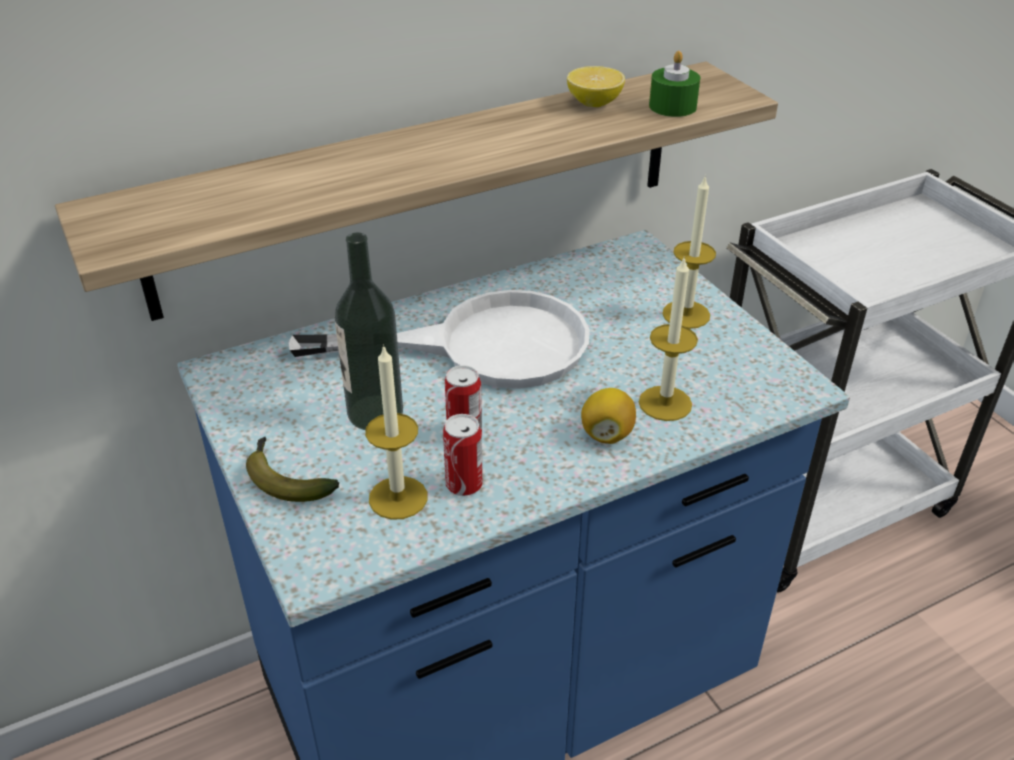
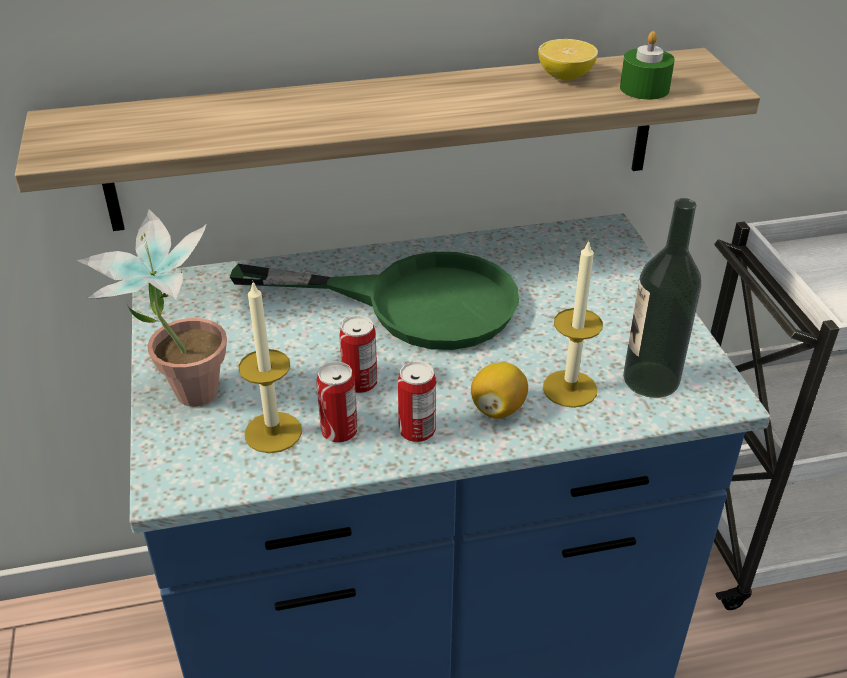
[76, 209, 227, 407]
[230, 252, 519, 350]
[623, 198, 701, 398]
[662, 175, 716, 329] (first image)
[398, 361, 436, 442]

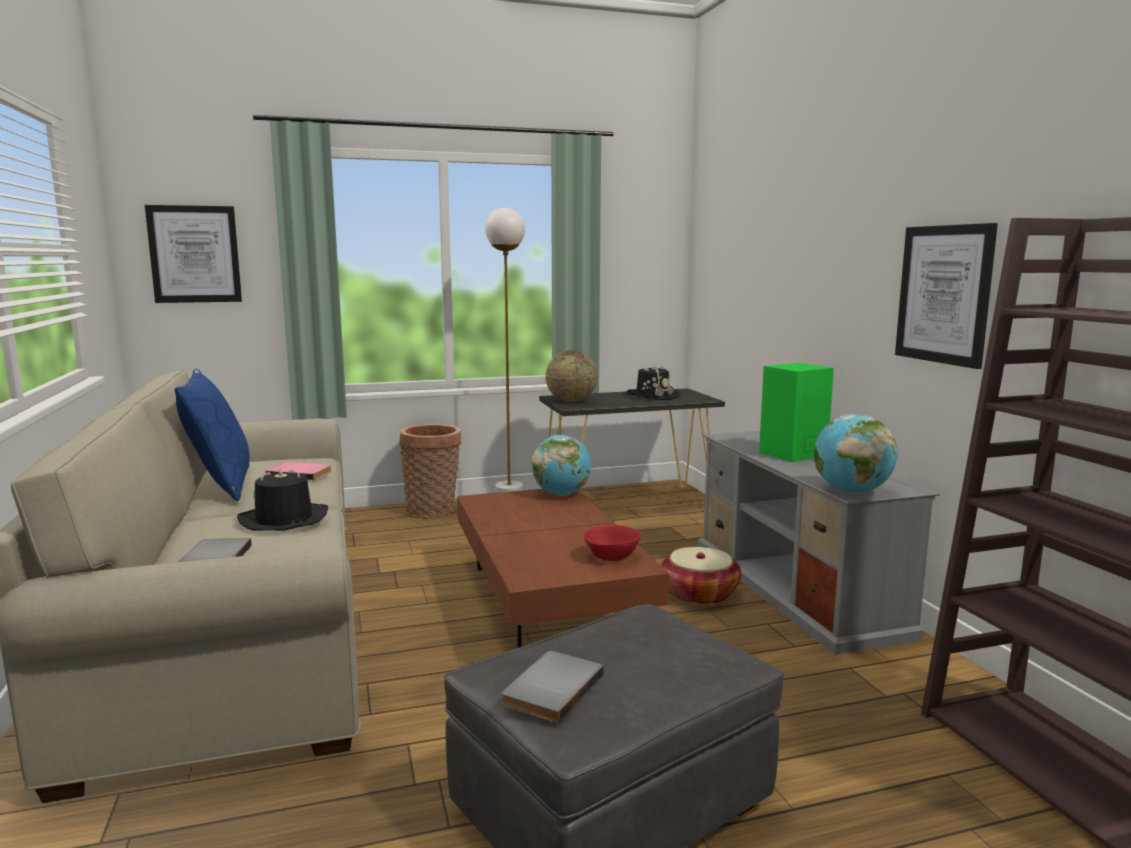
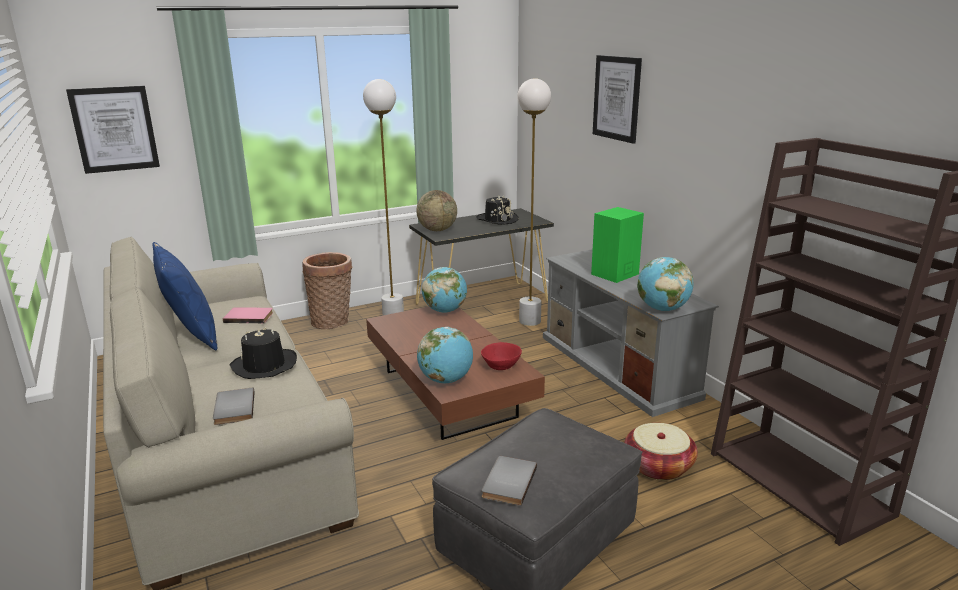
[624, 423, 698, 480]
[593, 55, 642, 144]
[417, 327, 473, 383]
[517, 78, 551, 326]

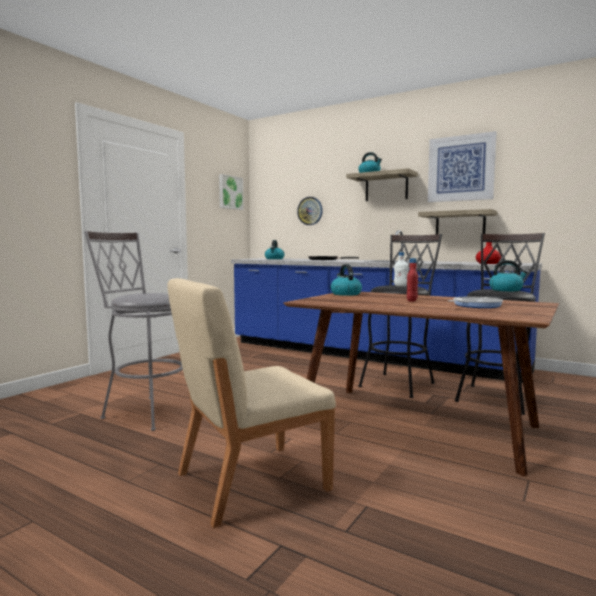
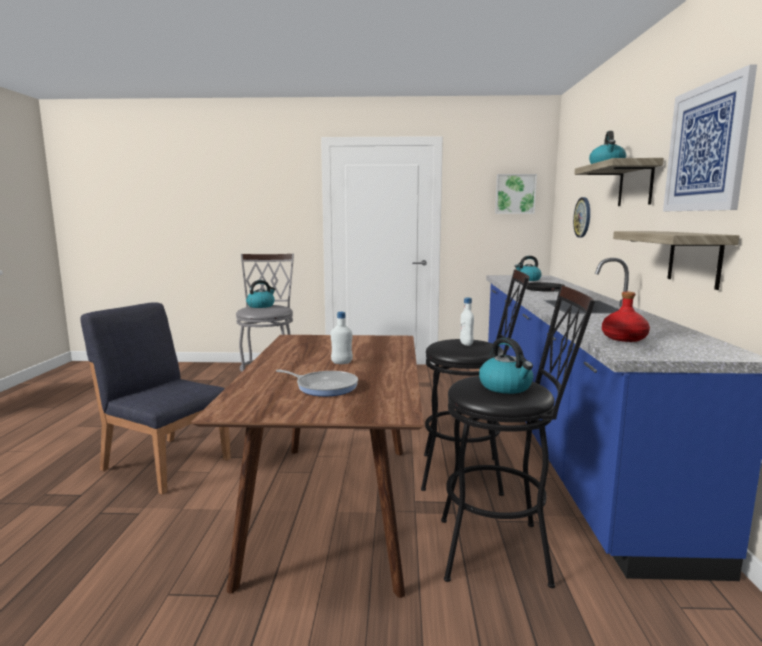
[80, 302, 231, 495]
[246, 280, 276, 308]
[331, 312, 353, 364]

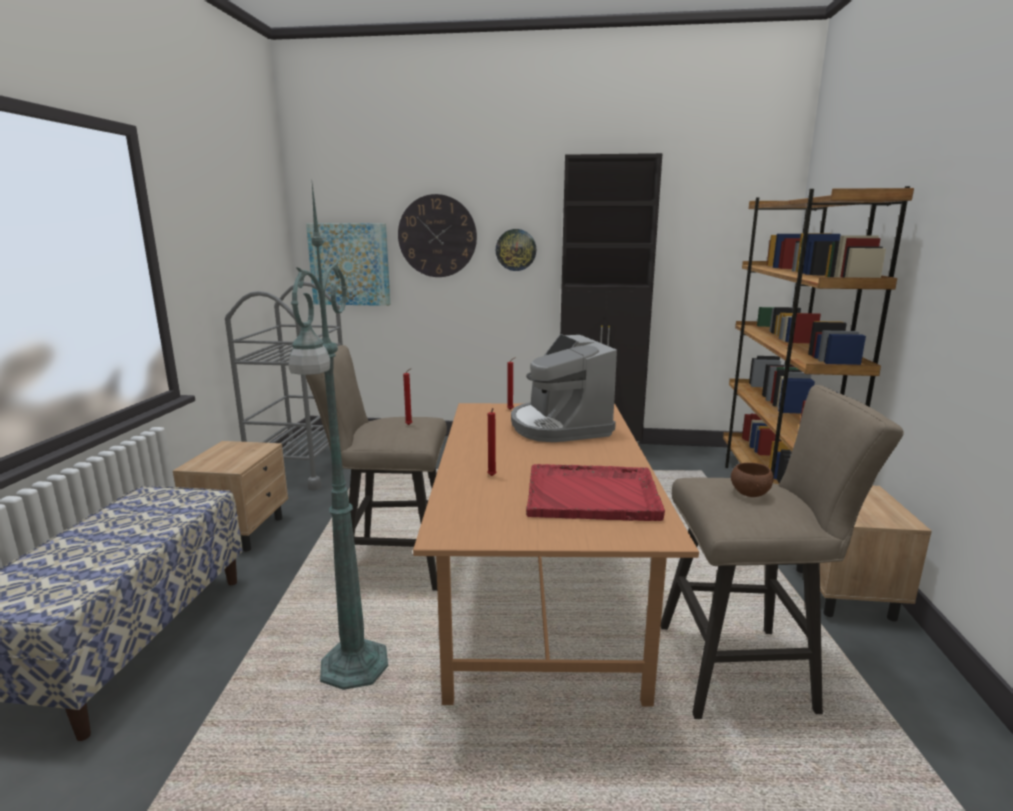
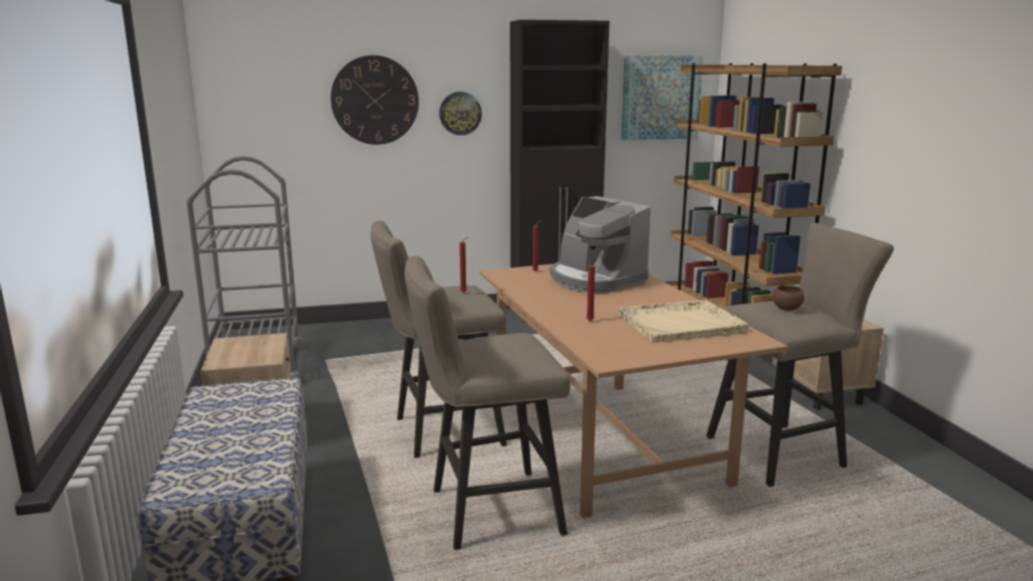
[405, 256, 571, 550]
[621, 55, 703, 140]
[618, 300, 749, 343]

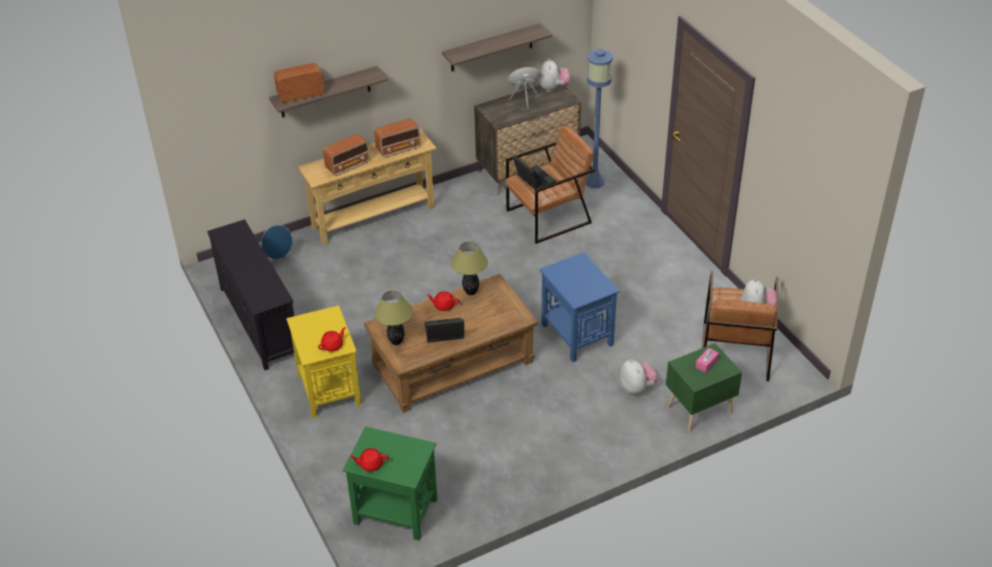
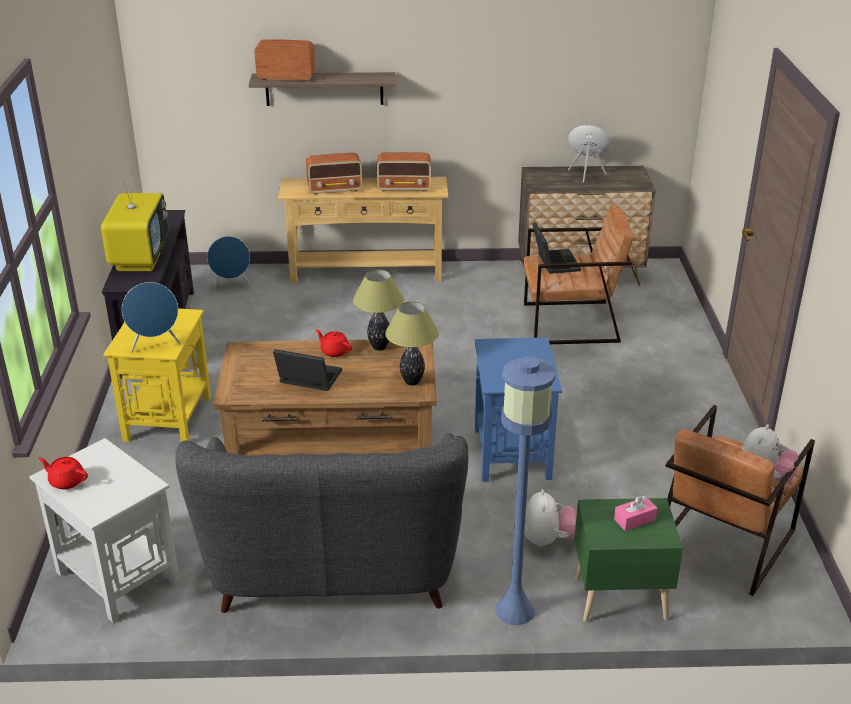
[122, 282, 181, 353]
[29, 438, 180, 623]
[385, 301, 439, 386]
[442, 23, 552, 71] (first image)
[539, 59, 570, 92] (first image)
[495, 357, 555, 625]
[101, 169, 168, 271]
[175, 433, 468, 613]

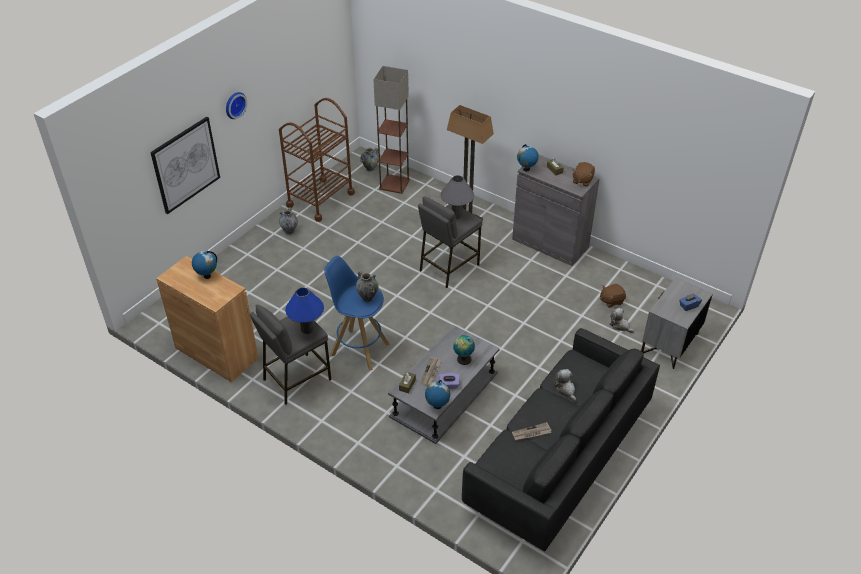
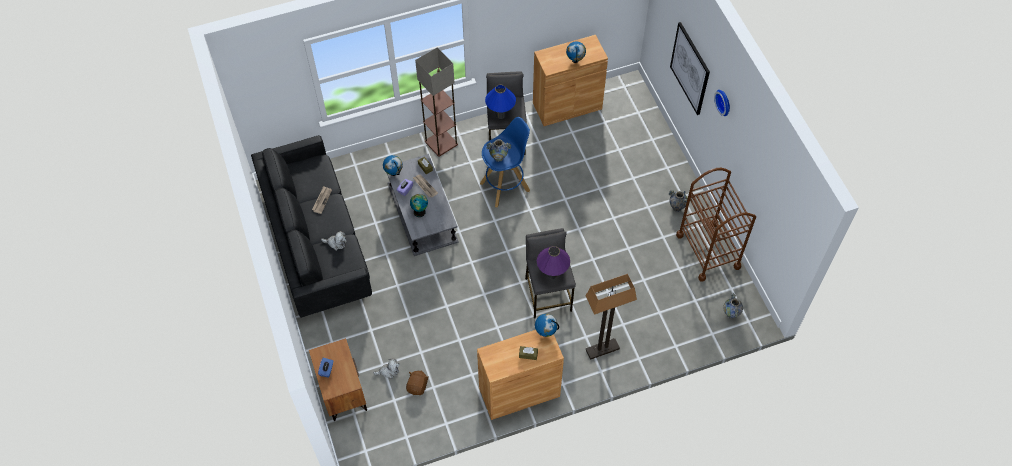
[415, 47, 458, 157]
[537, 246, 570, 279]
[477, 330, 564, 420]
[572, 162, 595, 187] (first image)
[309, 338, 367, 421]

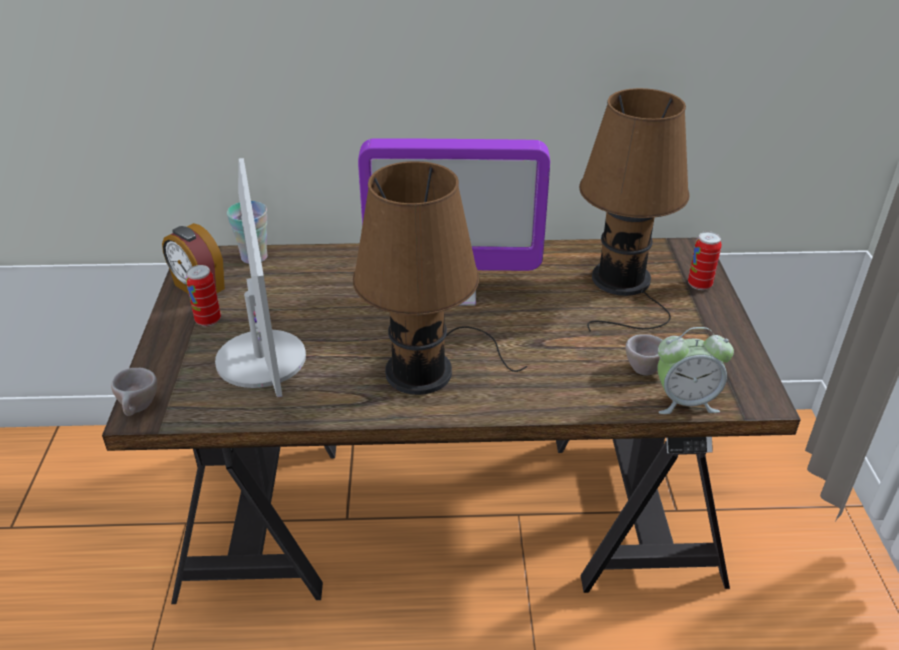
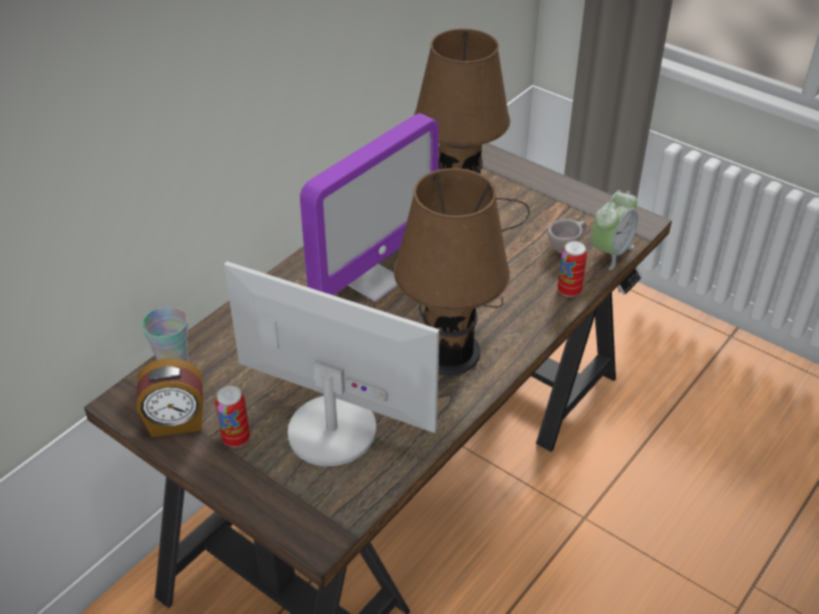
[111, 368, 157, 416] (first image)
[558, 241, 587, 297]

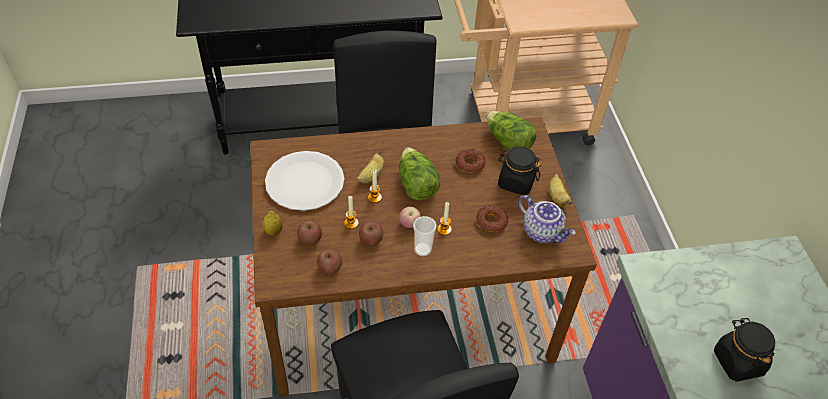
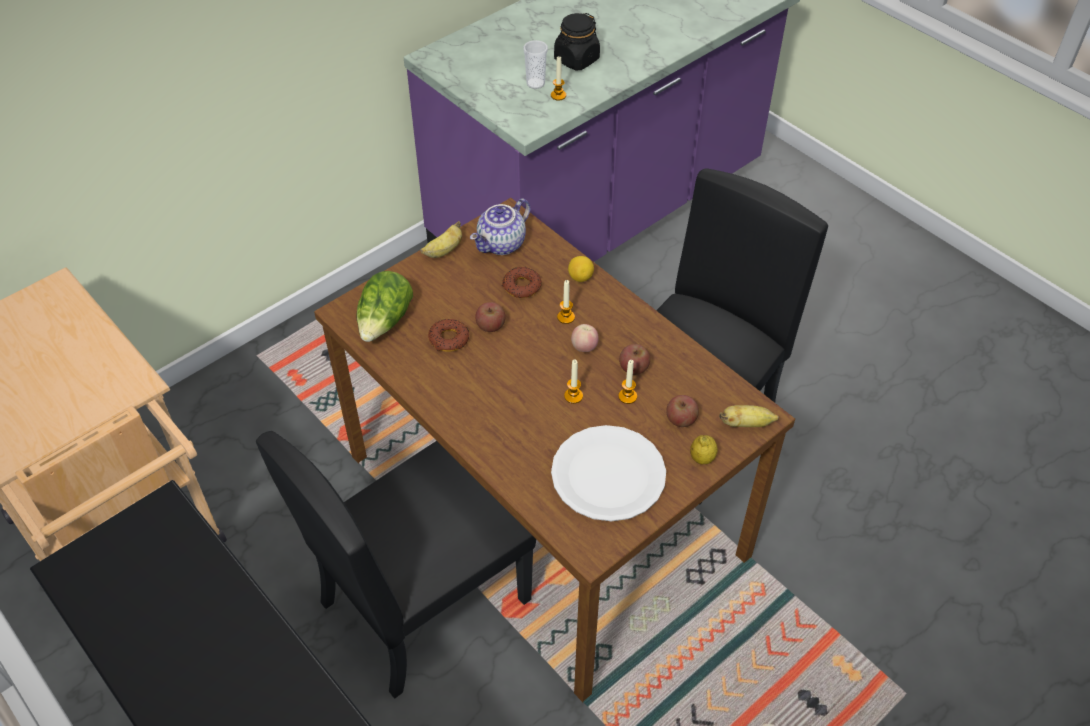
[475, 302, 505, 332]
[719, 405, 779, 427]
[399, 147, 440, 200] (first image)
[523, 40, 548, 89]
[498, 146, 541, 195] (first image)
[470, 198, 530, 255]
[551, 56, 566, 100]
[568, 256, 594, 282]

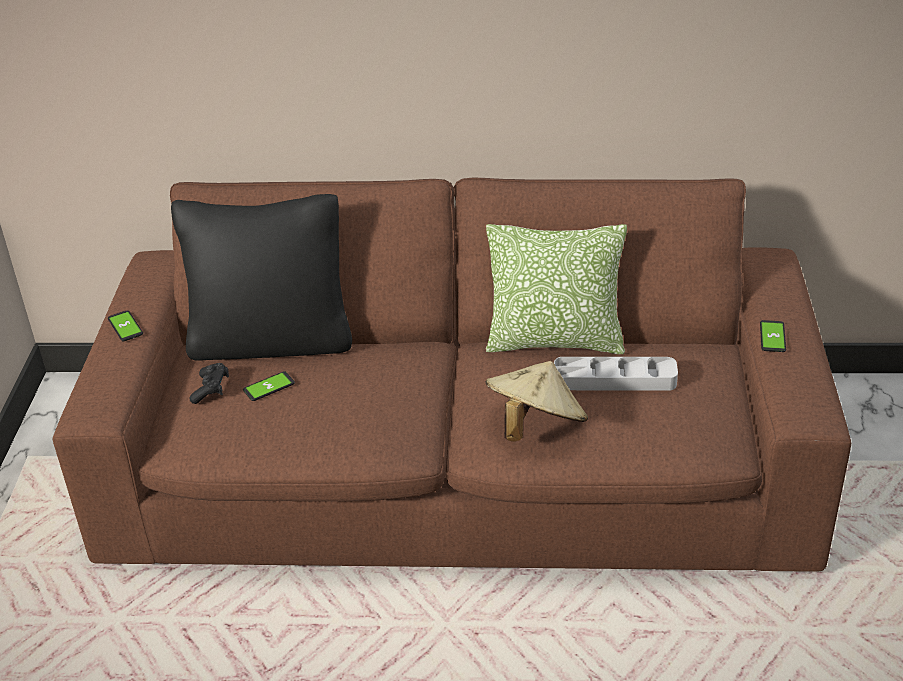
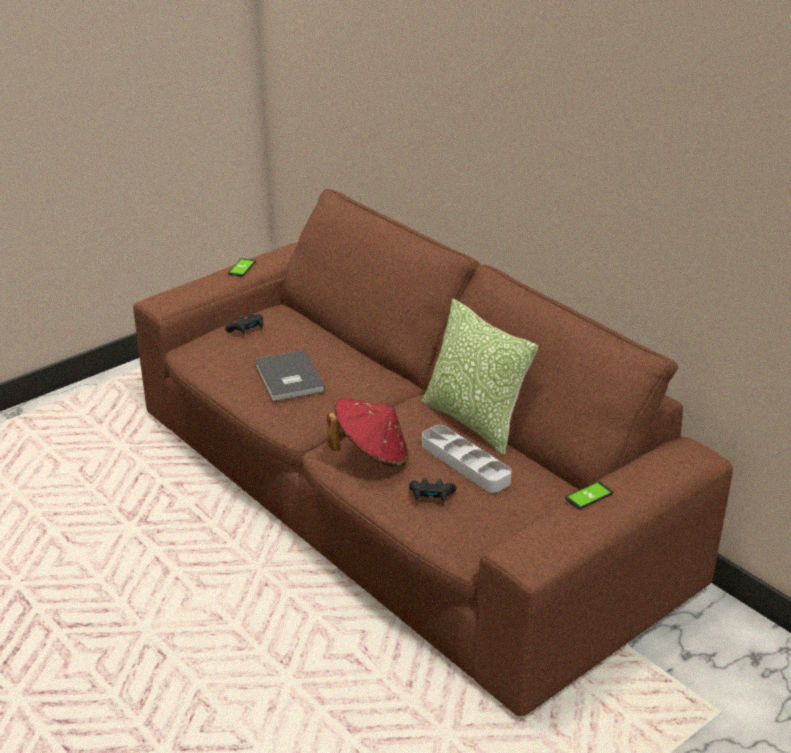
[171, 194, 352, 361] (first image)
[243, 371, 295, 401] (first image)
[327, 398, 409, 467]
[255, 350, 325, 402]
[409, 478, 456, 503]

